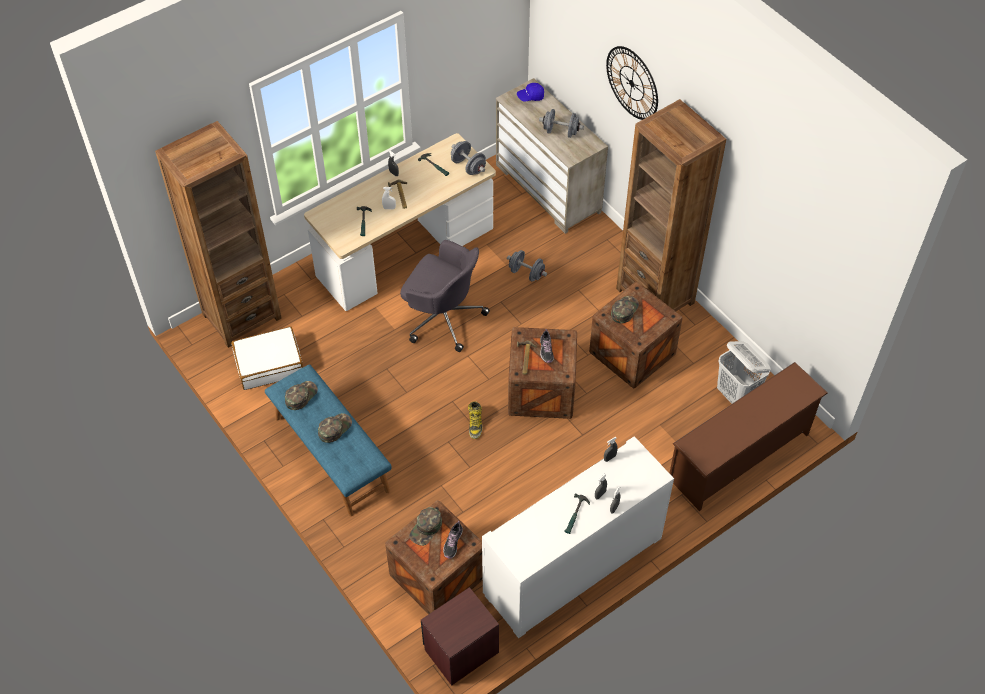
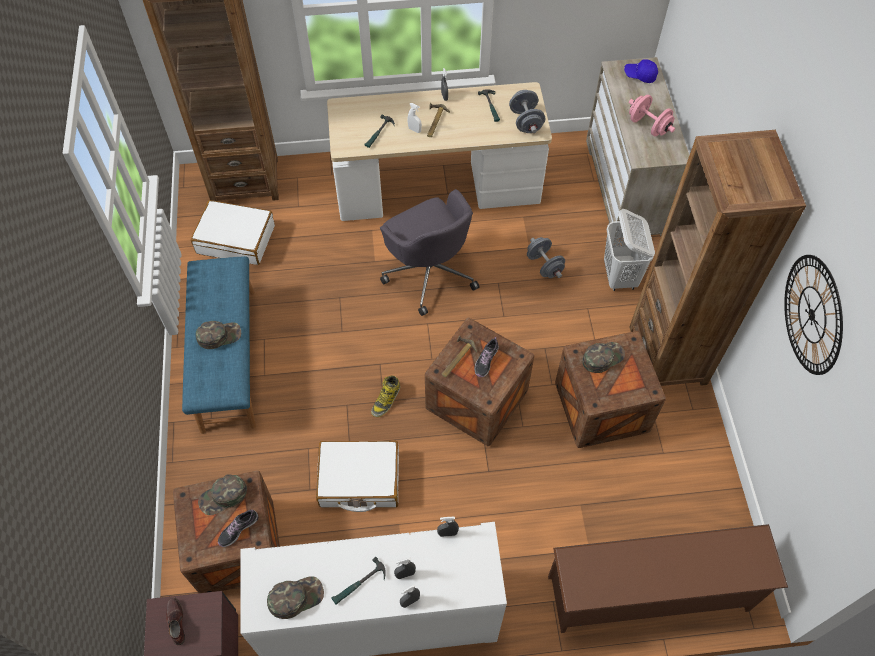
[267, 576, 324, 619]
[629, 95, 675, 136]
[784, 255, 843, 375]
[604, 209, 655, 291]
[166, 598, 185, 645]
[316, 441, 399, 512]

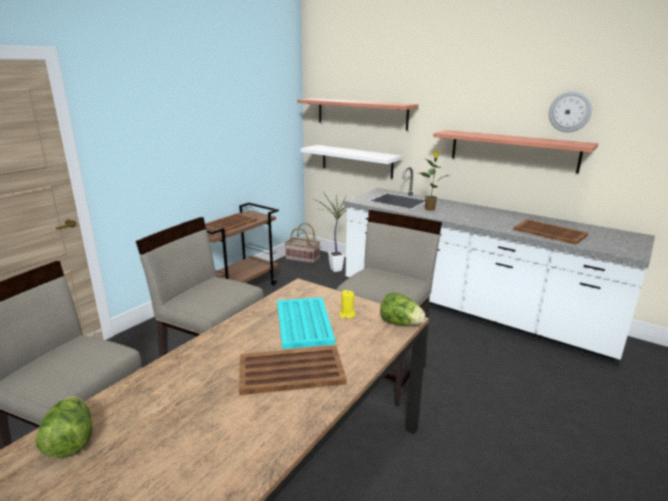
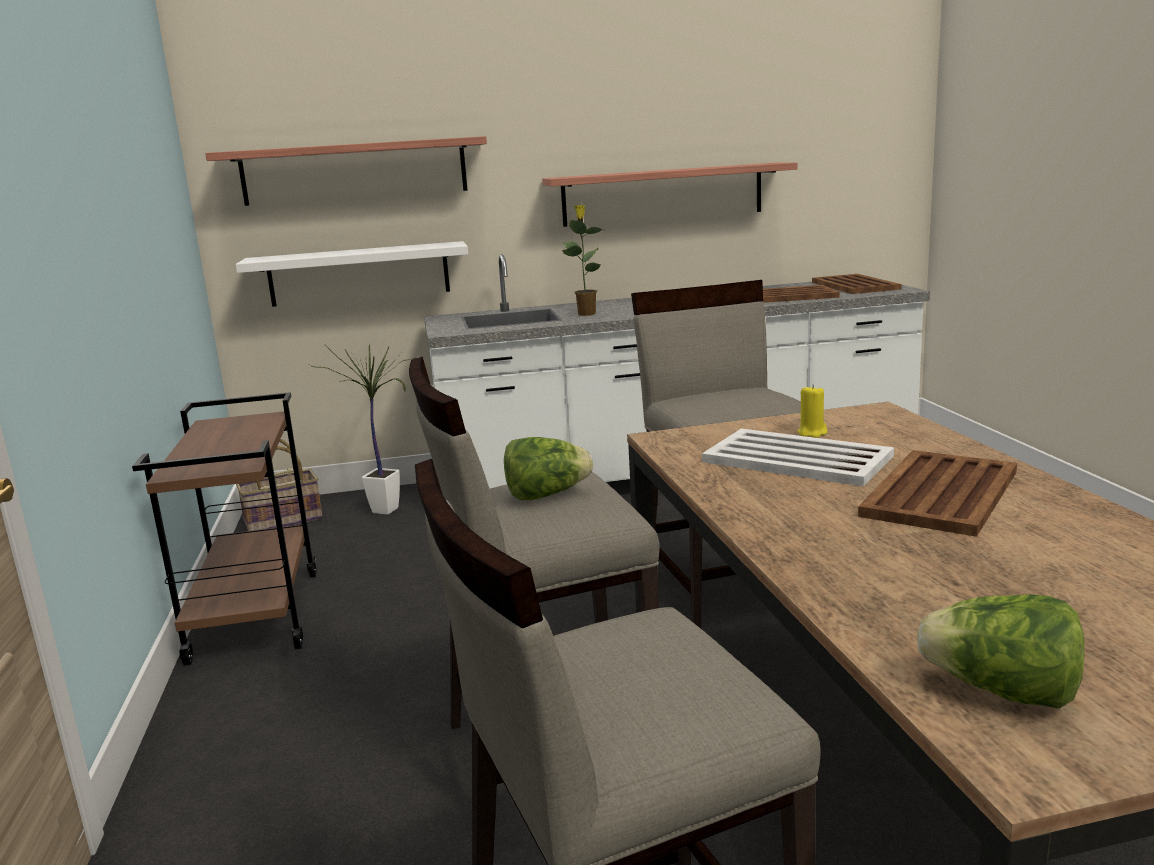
[812, 274, 902, 294]
[702, 429, 894, 486]
[504, 437, 593, 500]
[549, 91, 592, 132] (first image)

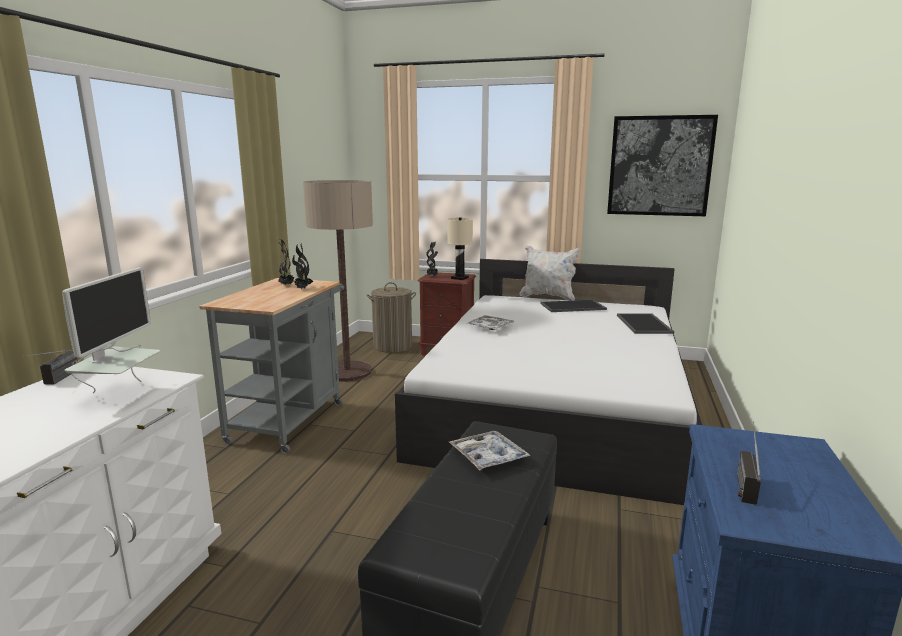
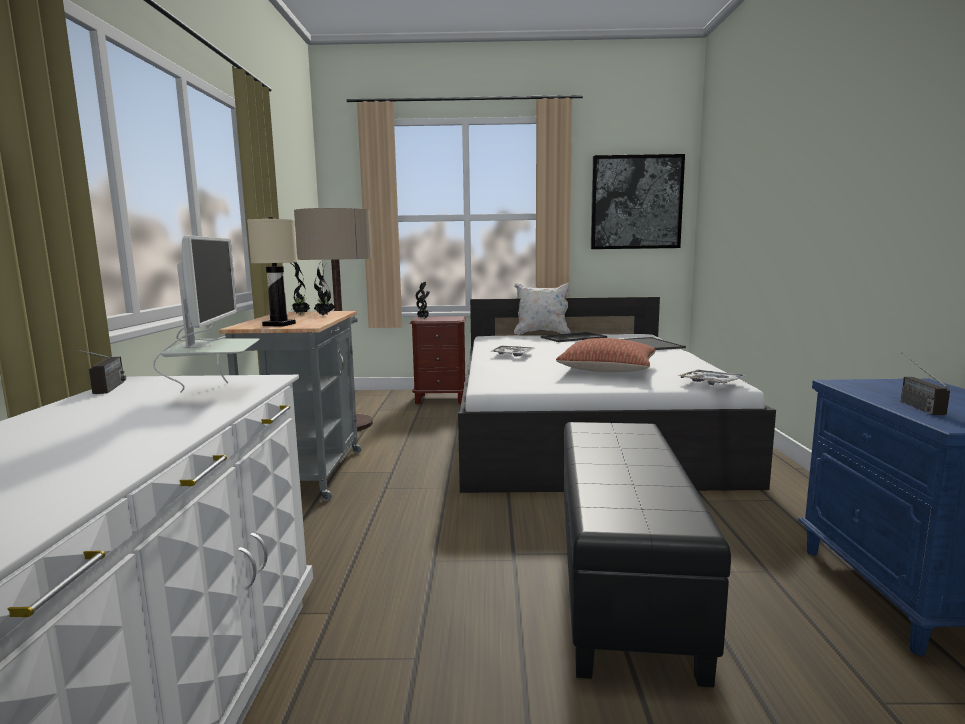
[367, 282, 416, 353] (first image)
[247, 217, 297, 327]
[677, 370, 746, 385]
[556, 338, 656, 372]

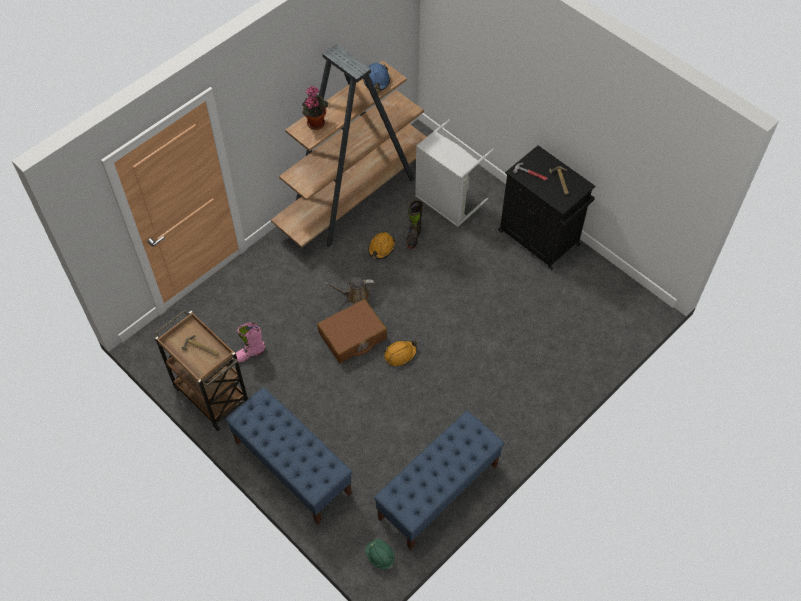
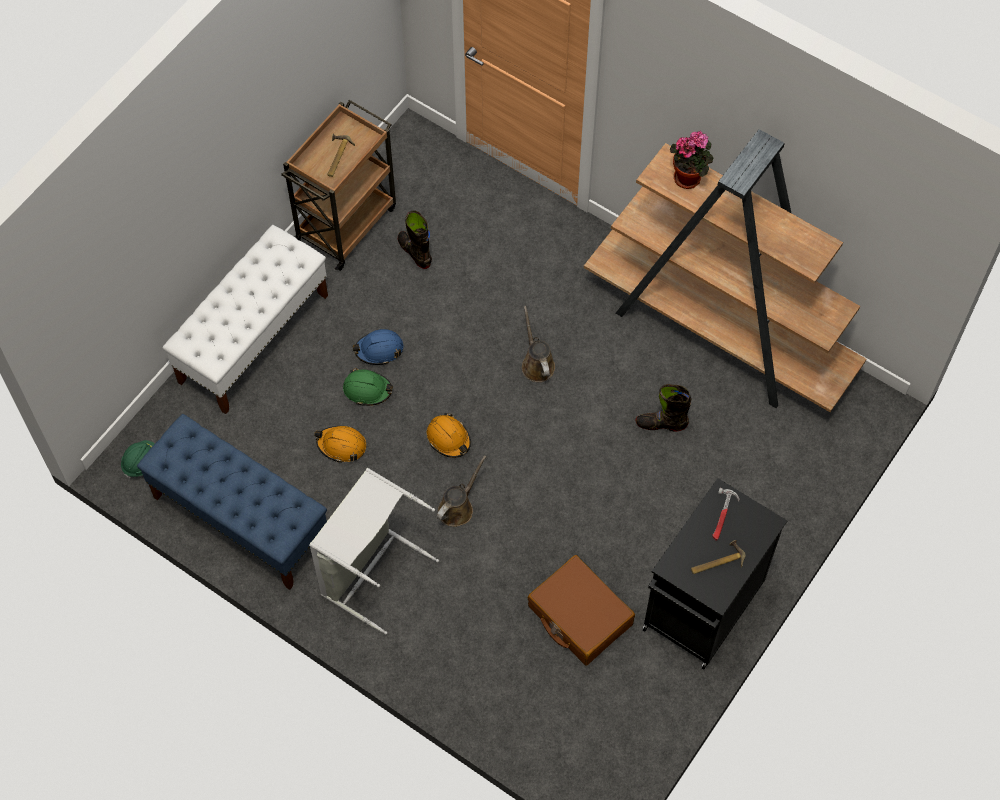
[163, 225, 328, 414]
[398, 210, 432, 269]
[528, 555, 635, 666]
[352, 329, 403, 365]
[314, 426, 366, 463]
[309, 468, 439, 635]
[343, 368, 393, 406]
[437, 455, 486, 527]

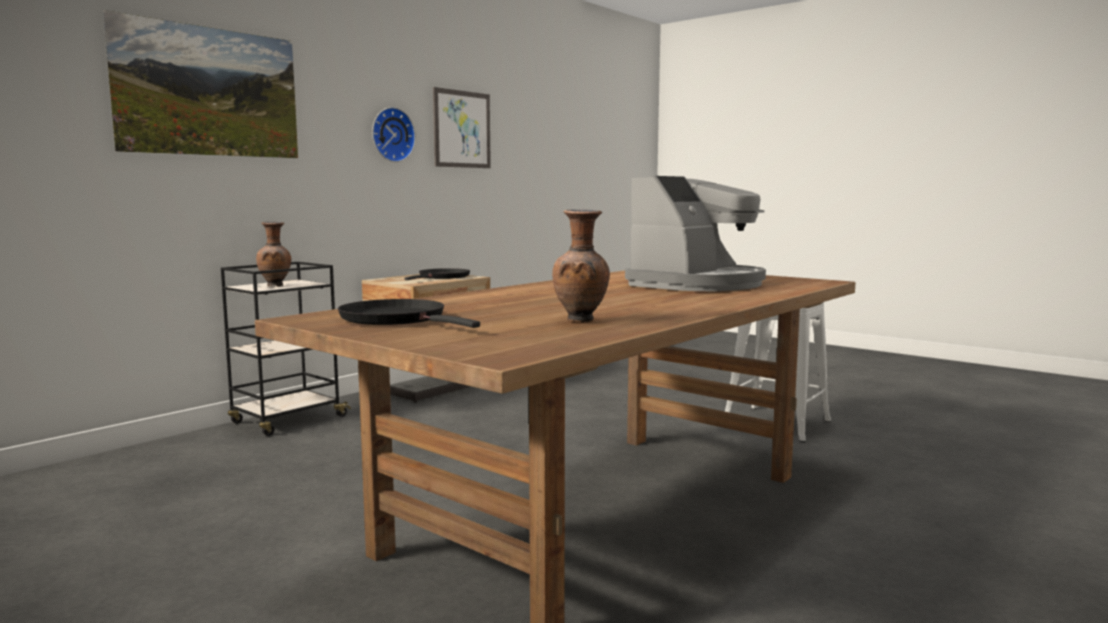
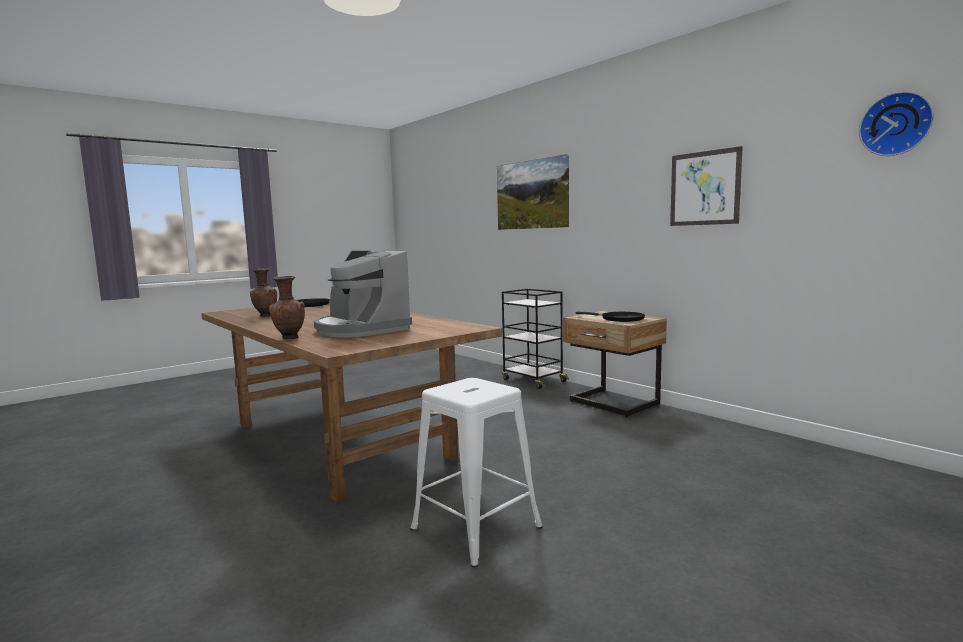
[269, 276, 305, 339]
[859, 92, 934, 156]

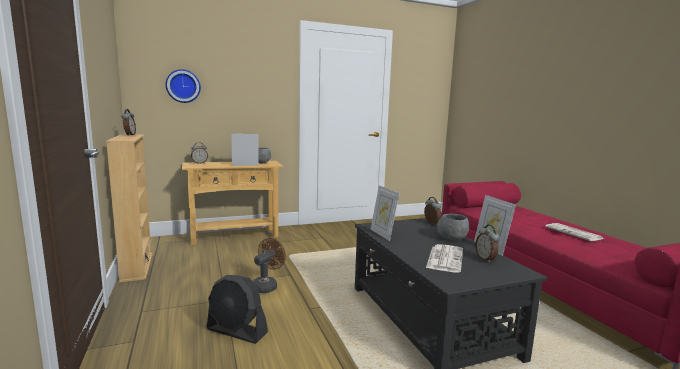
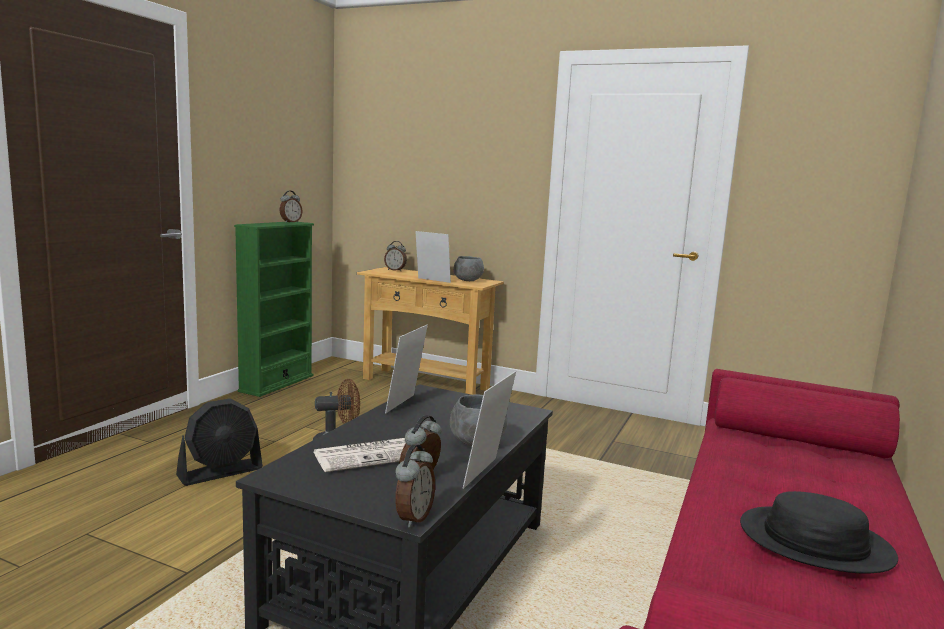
[234, 222, 314, 397]
[166, 69, 201, 103] (first image)
[176, 399, 263, 486]
[395, 444, 435, 527]
[740, 491, 898, 574]

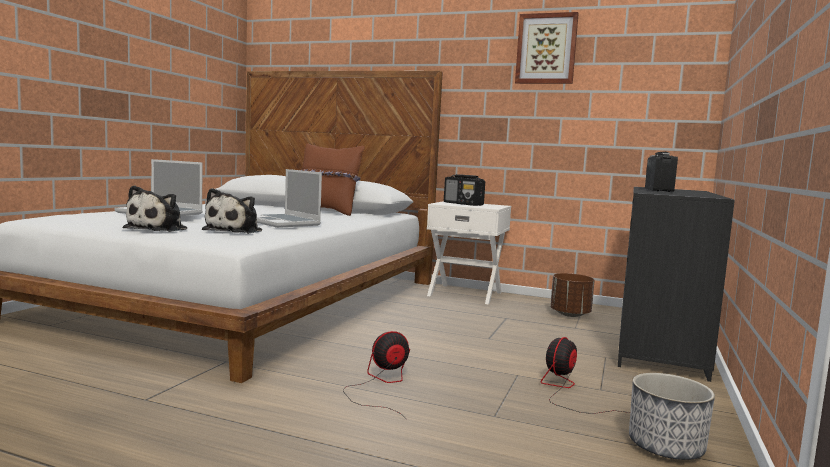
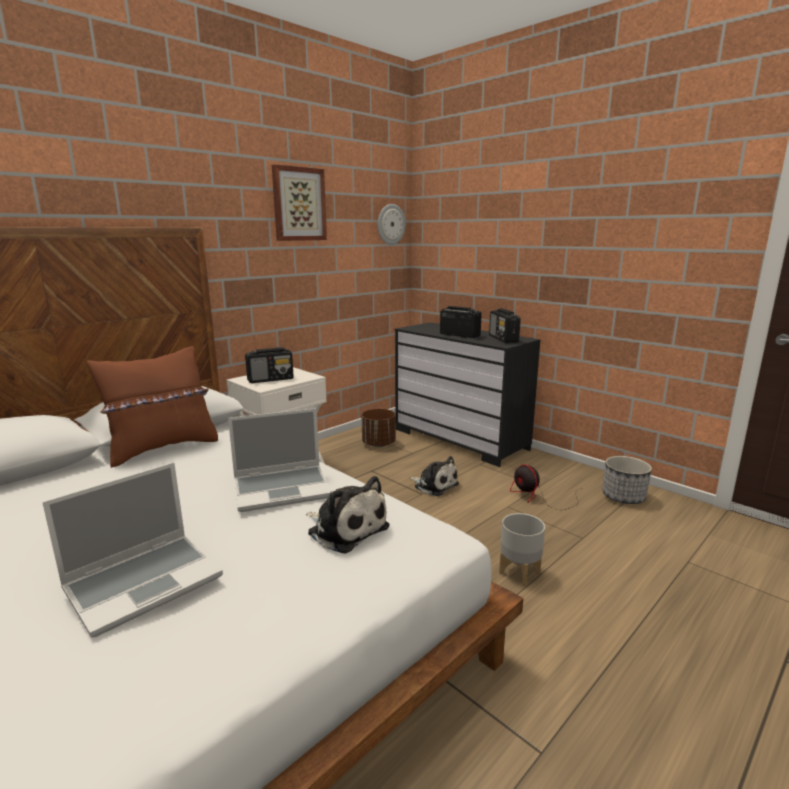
[410, 456, 459, 496]
[499, 513, 545, 586]
[378, 204, 406, 245]
[489, 308, 521, 343]

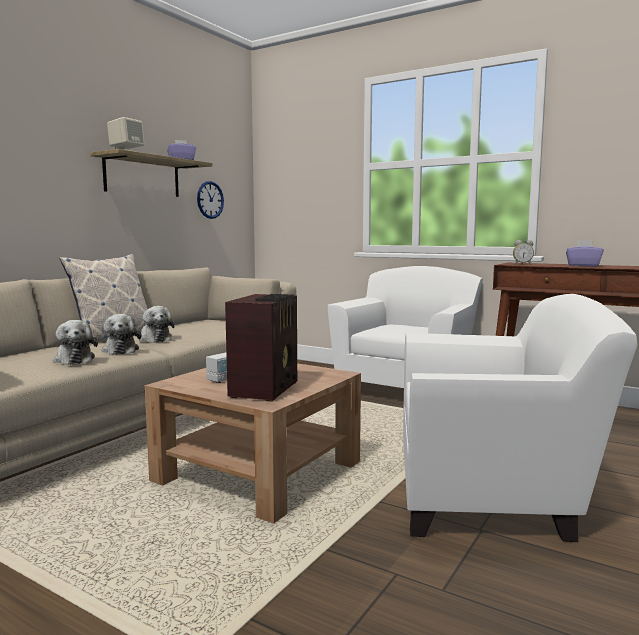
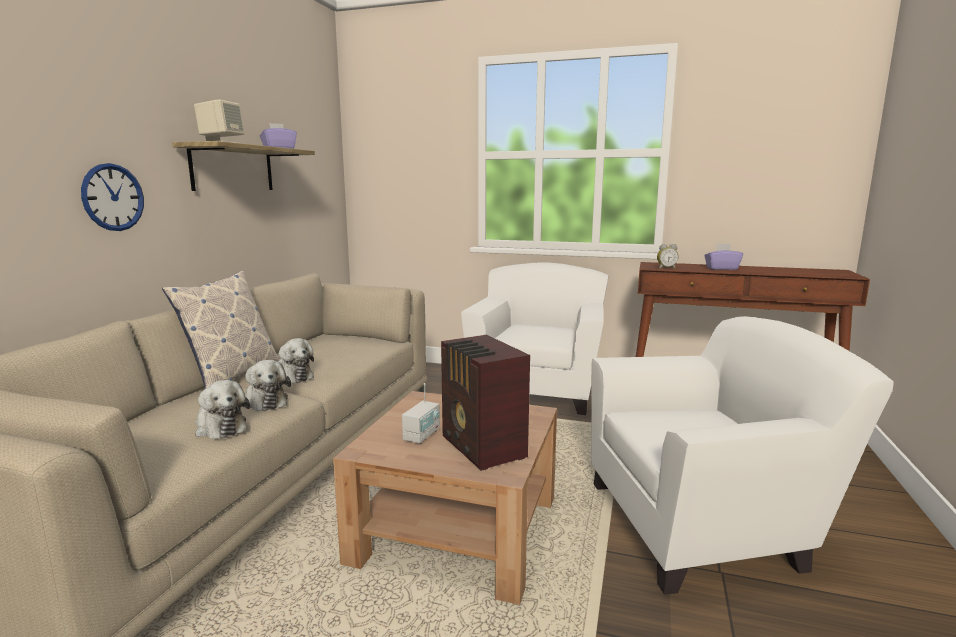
[81, 163, 144, 231]
[441, 335, 530, 471]

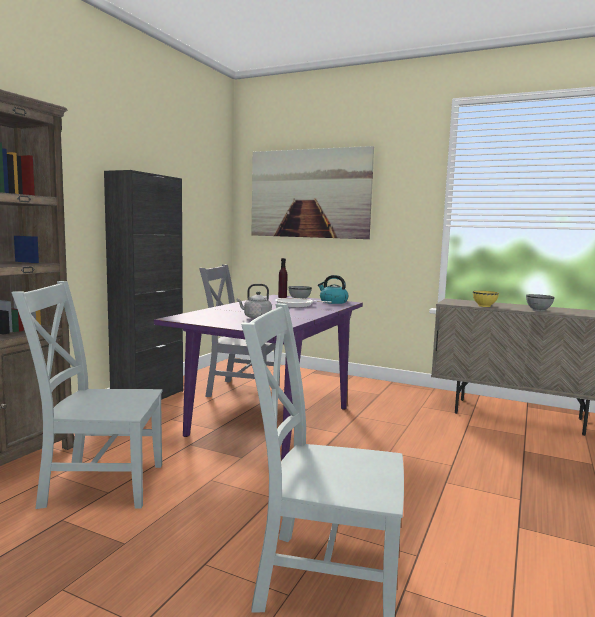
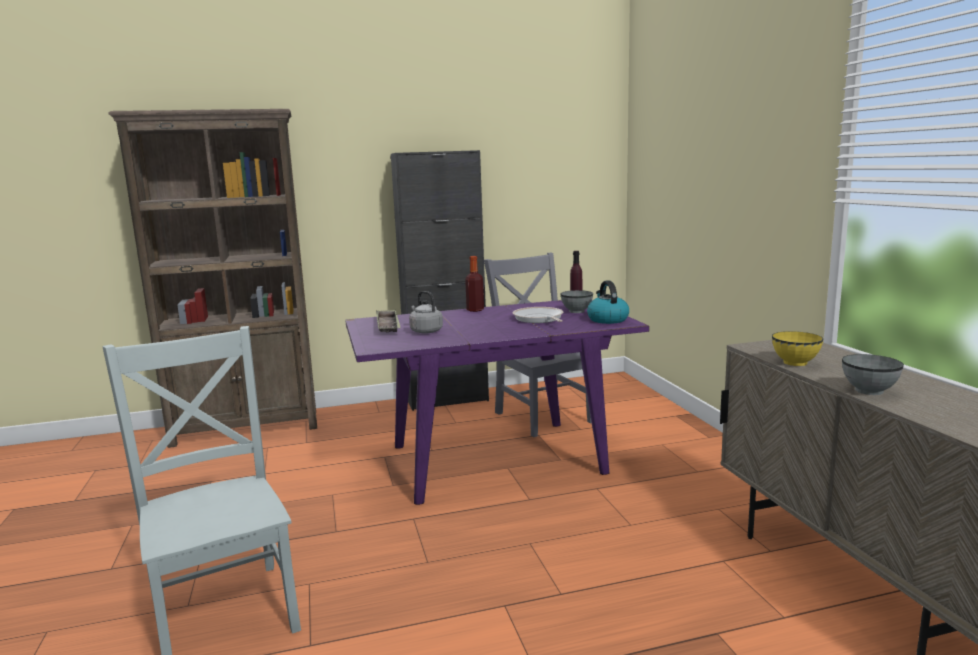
[11, 281, 162, 509] (first image)
[251, 146, 374, 239] (first image)
[376, 310, 401, 332]
[465, 256, 484, 312]

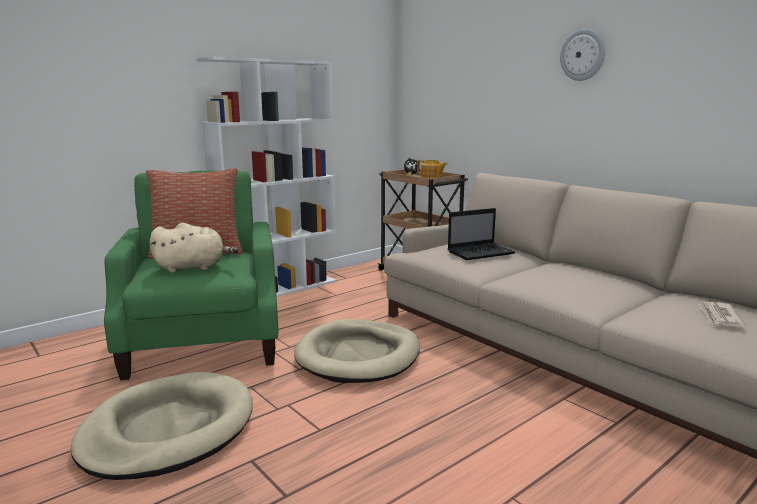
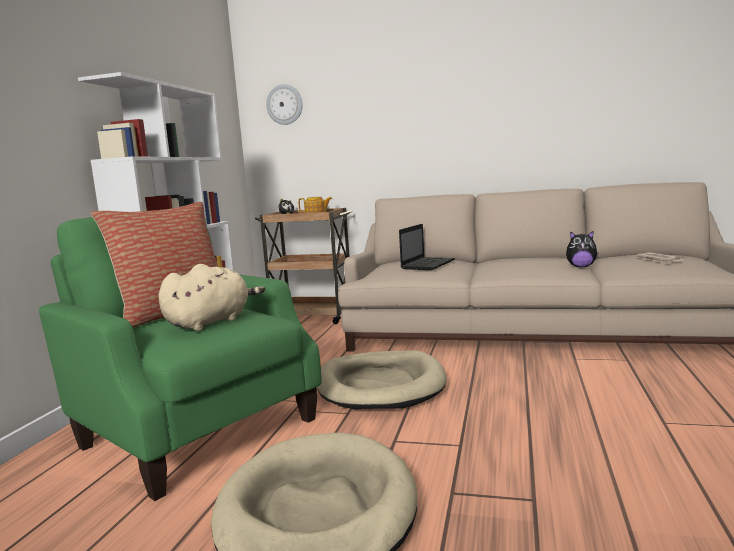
[266, 84, 303, 125]
[566, 231, 598, 268]

